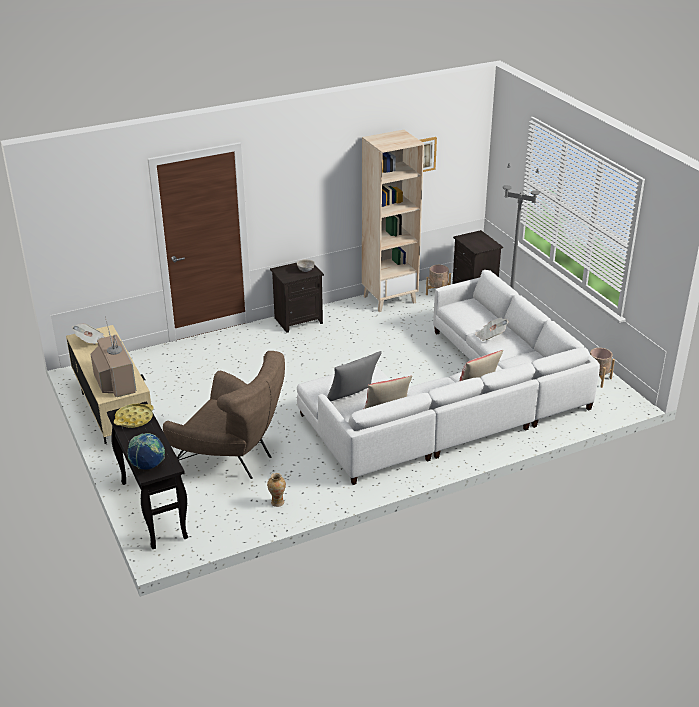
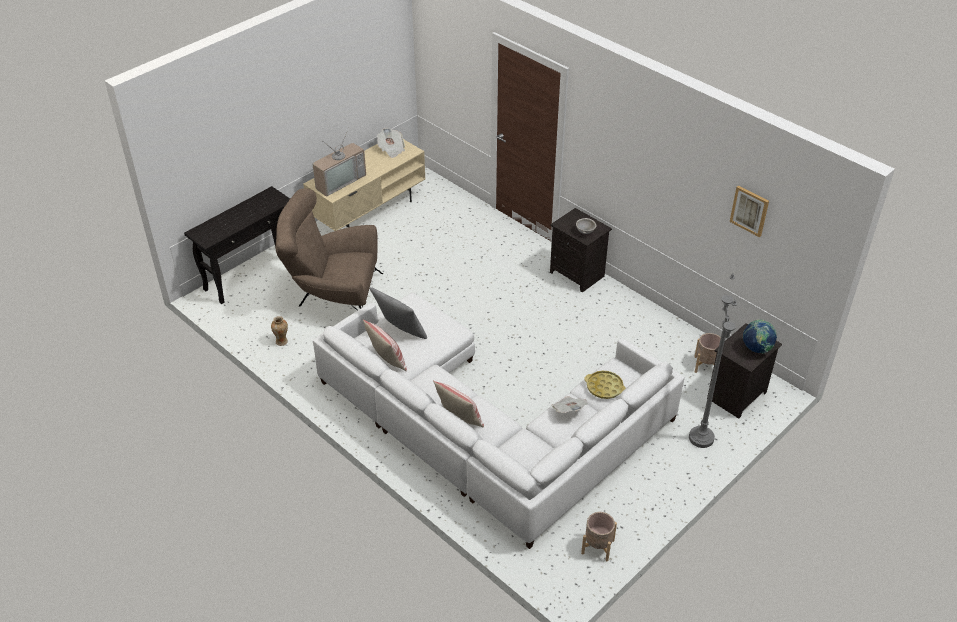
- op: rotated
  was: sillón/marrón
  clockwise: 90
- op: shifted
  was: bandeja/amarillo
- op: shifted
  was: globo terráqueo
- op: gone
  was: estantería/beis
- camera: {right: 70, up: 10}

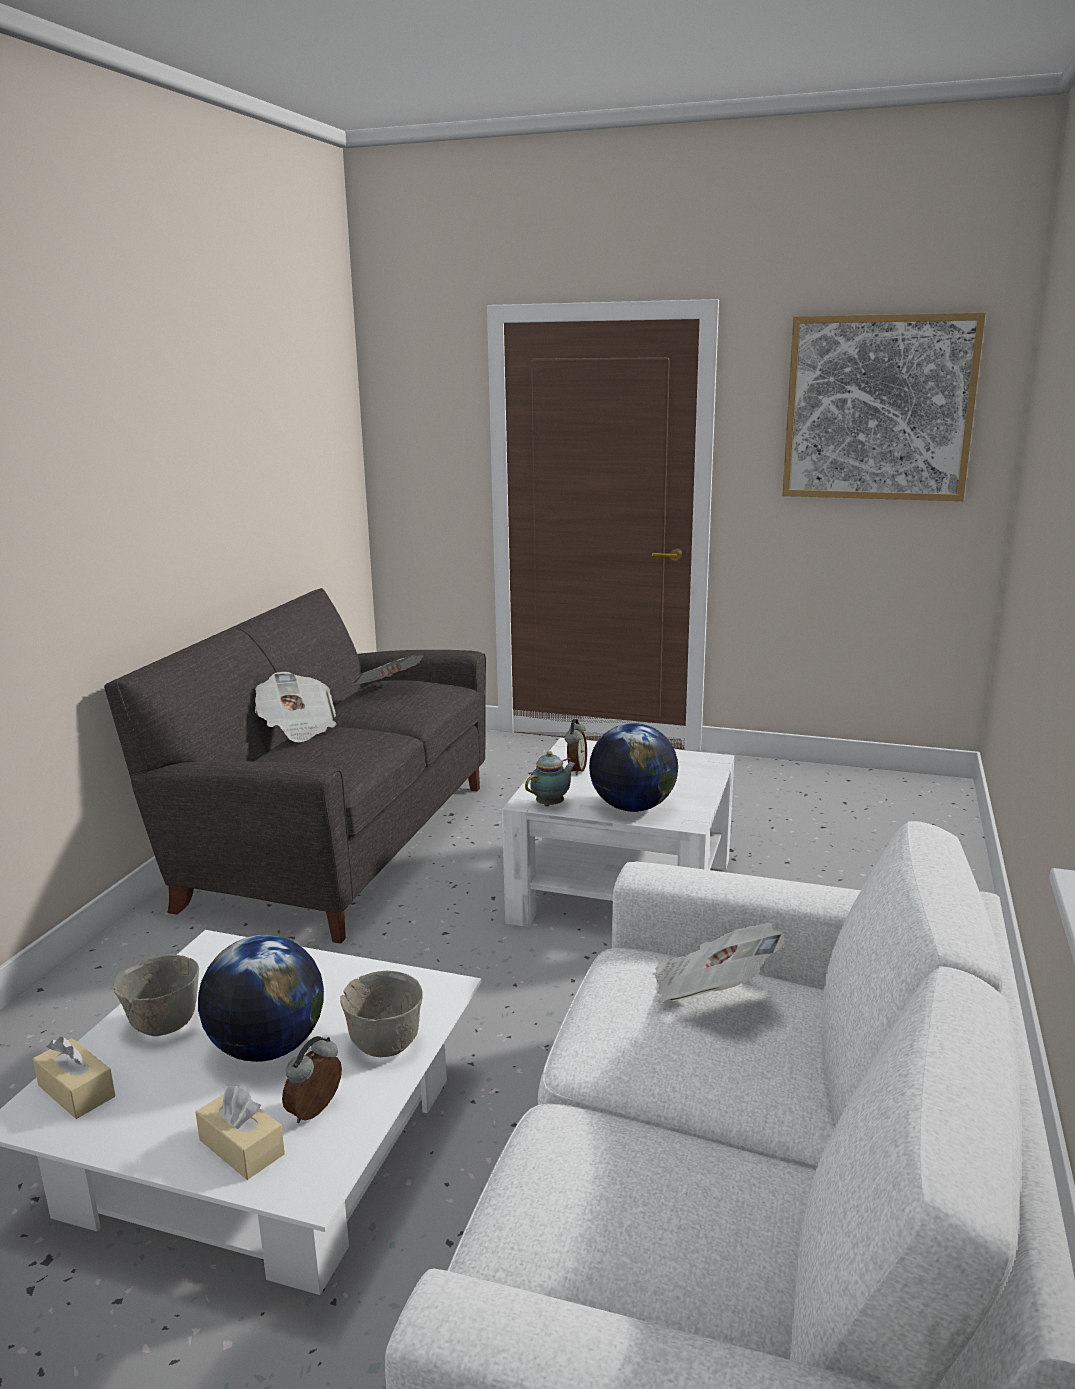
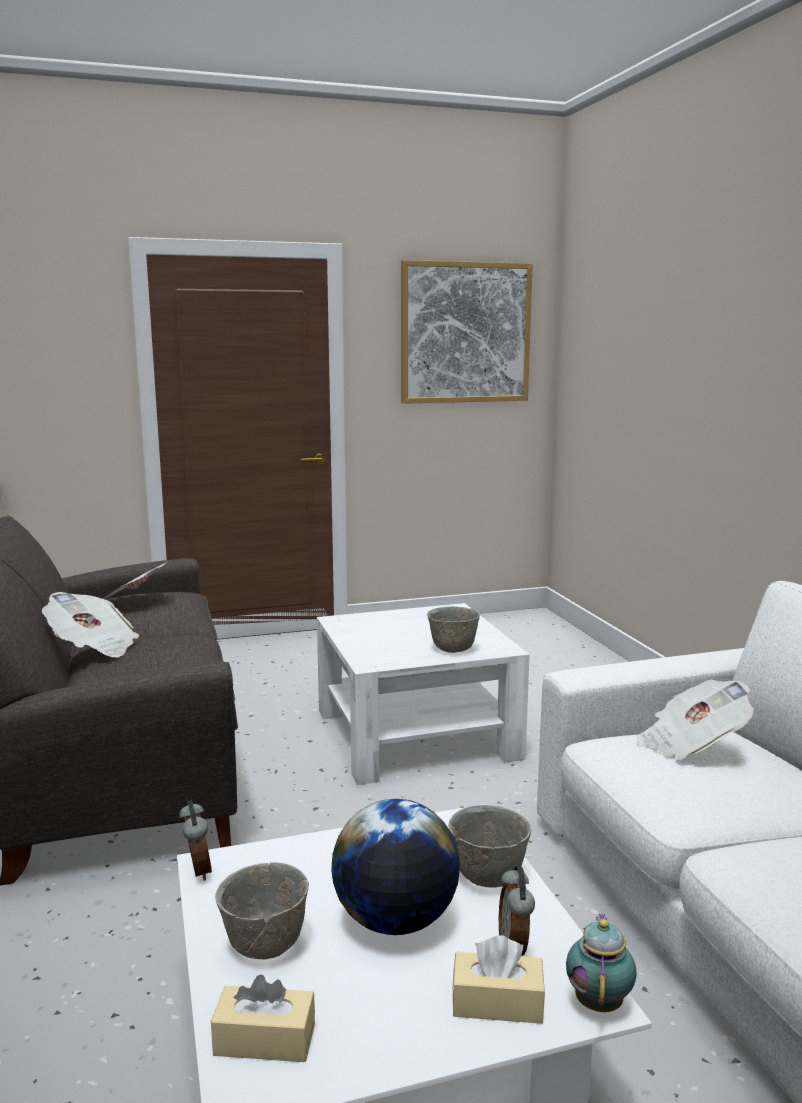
- op: shifted
  was: despertador (no. 2 from left in the first image)
  now: despertador (no. 1 from left)
- op: swapped
  was: globo terráqueo (no. 2 from left)
  now: cuenco/gris (no. 2 from left)
- op: shifted
  was: tetera
- camera: {right: -35, up: -5}

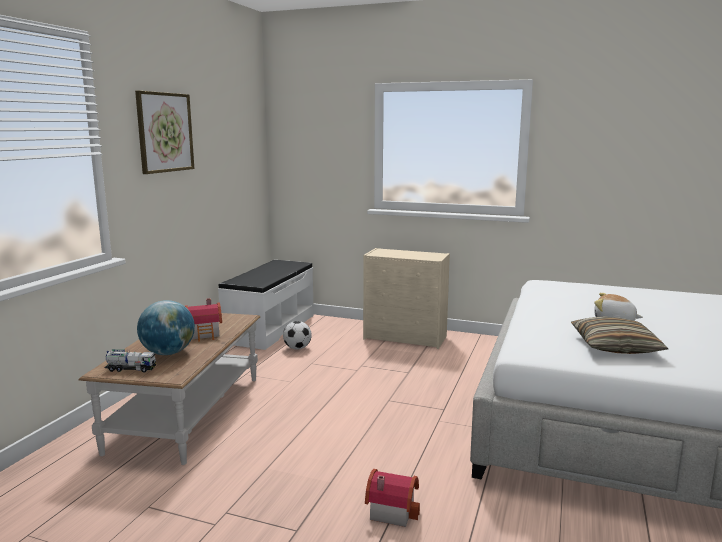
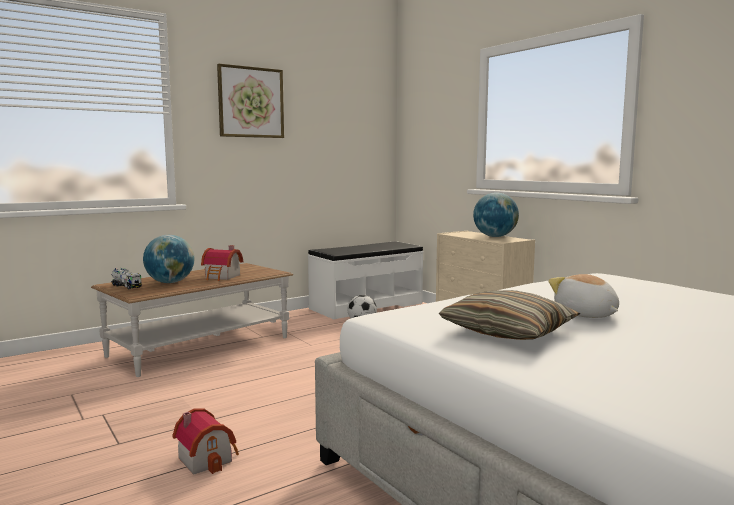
- op: new
  now: globo terráqueo (no. 2 from left)
- camera: {right: 35, up: -5}

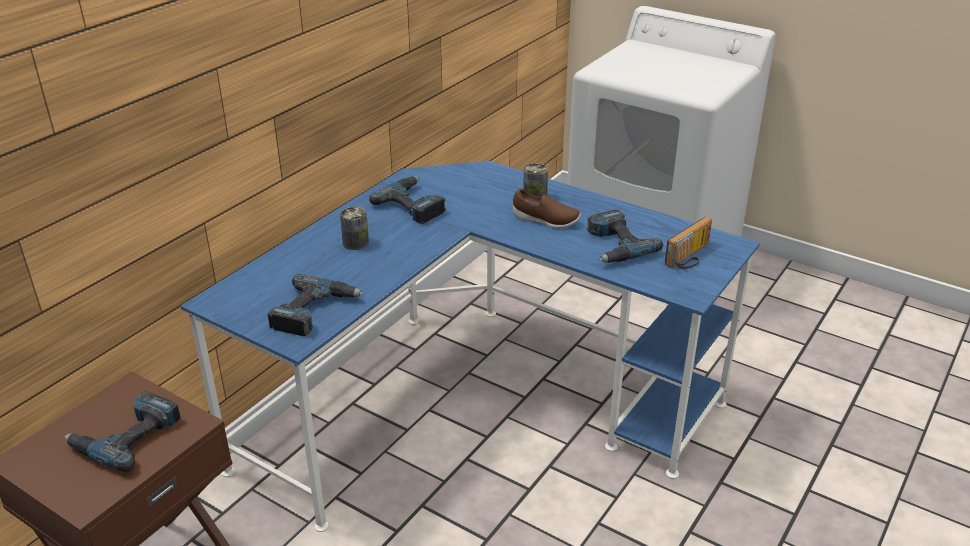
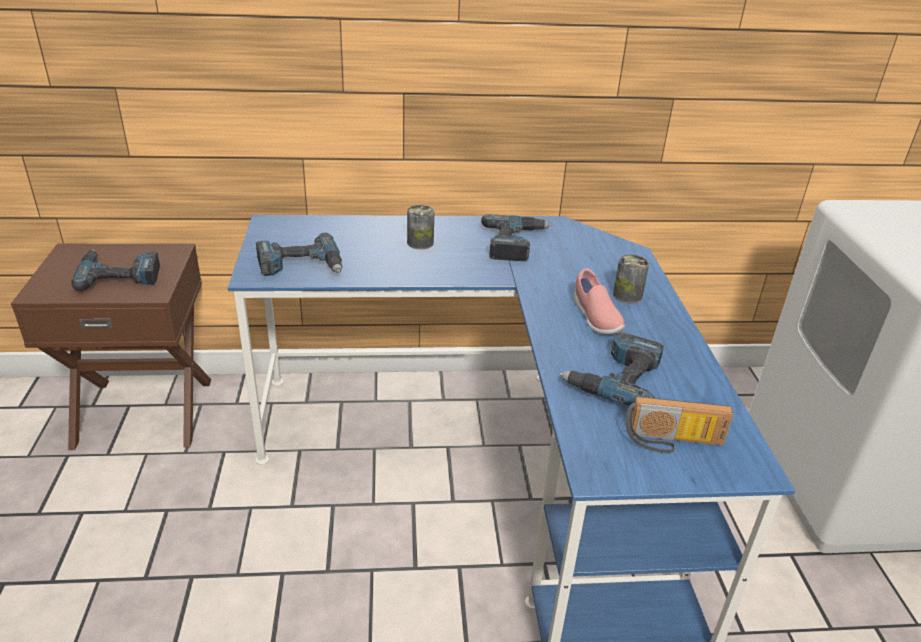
- op: repainted
  was: zapato/marrón
  now: zapato/rosa
- camera: {right: 50, up: 0}

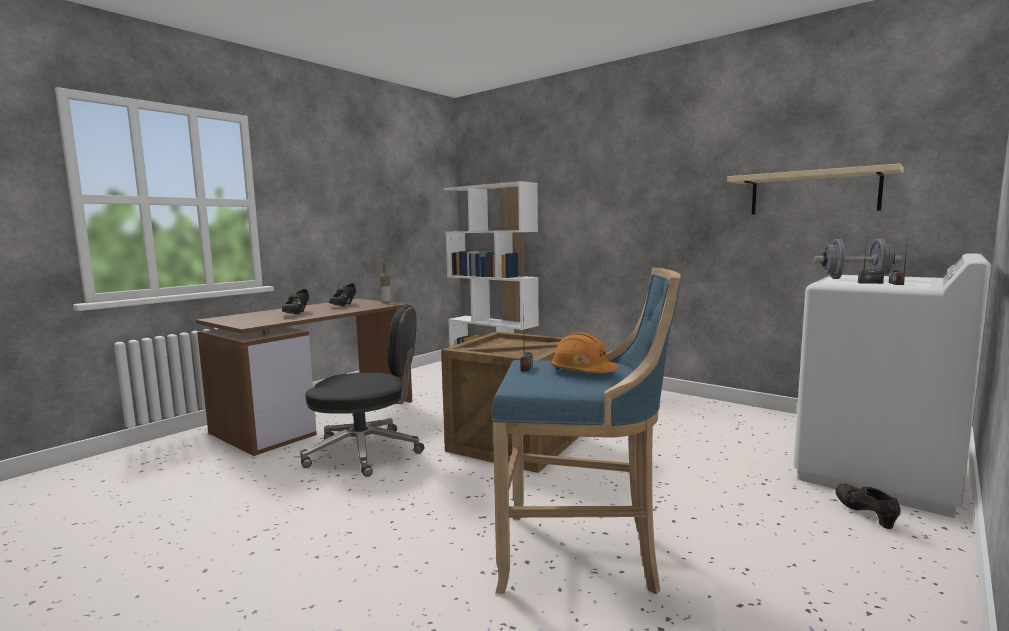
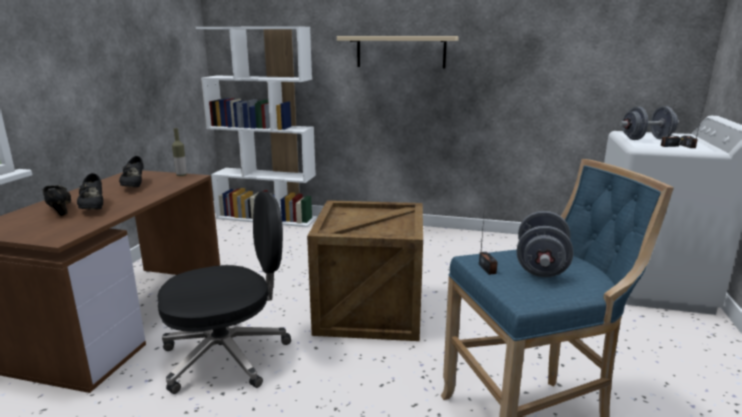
- op: shifted
  was: zapato/negro (no. 3 from left in the first image)
  now: zapato/negro (no. 1 from left)
- op: shifted
  was: estante/beis
- op: swapped
  was: casco/naranja
  now: mancuerna/gris (no. 1 from left)
- camera: {right: -25, up: 10}

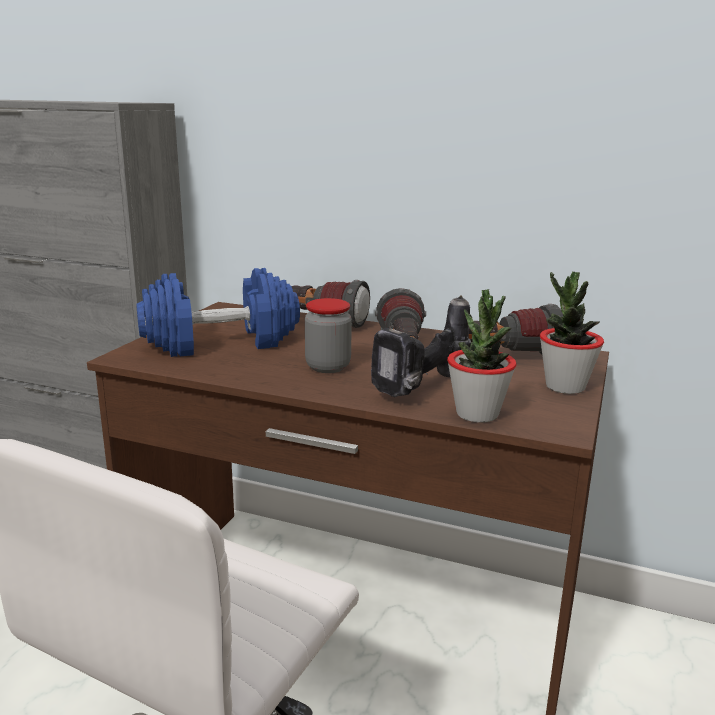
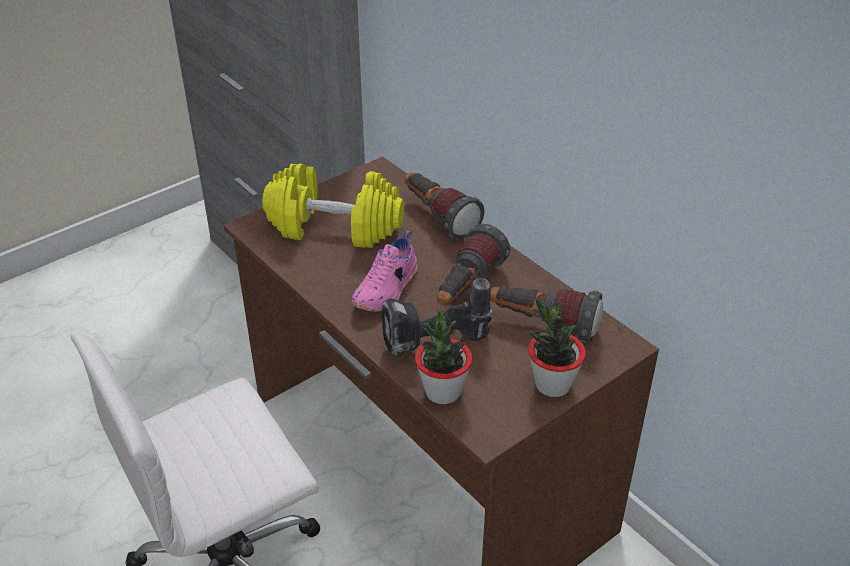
- op: repainted
  was: mancuerna/azul
  now: mancuerna/amarillo
- op: swapped
  was: tarro
  now: zapato/rosa
- camera: {right: 30, up: 20}

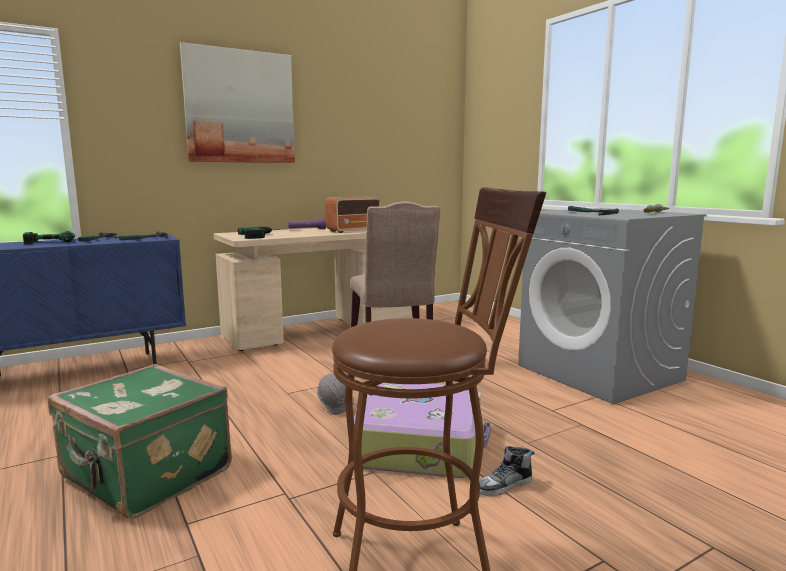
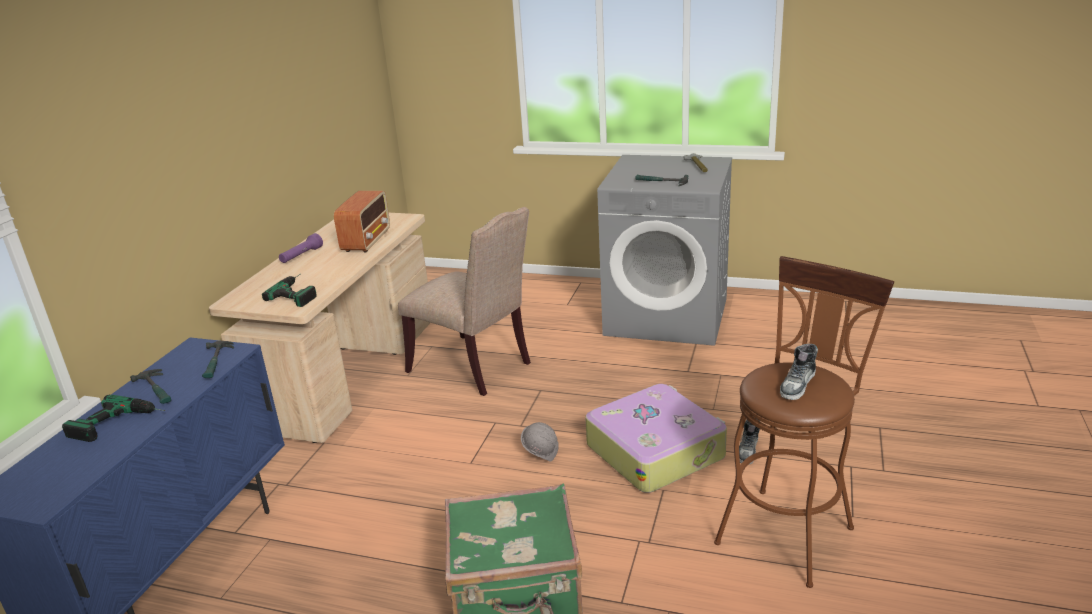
- op: new
  now: zapato (no. 2 from left)
- op: gone
  was: cuadro
- camera: {right: -40, up: 15}

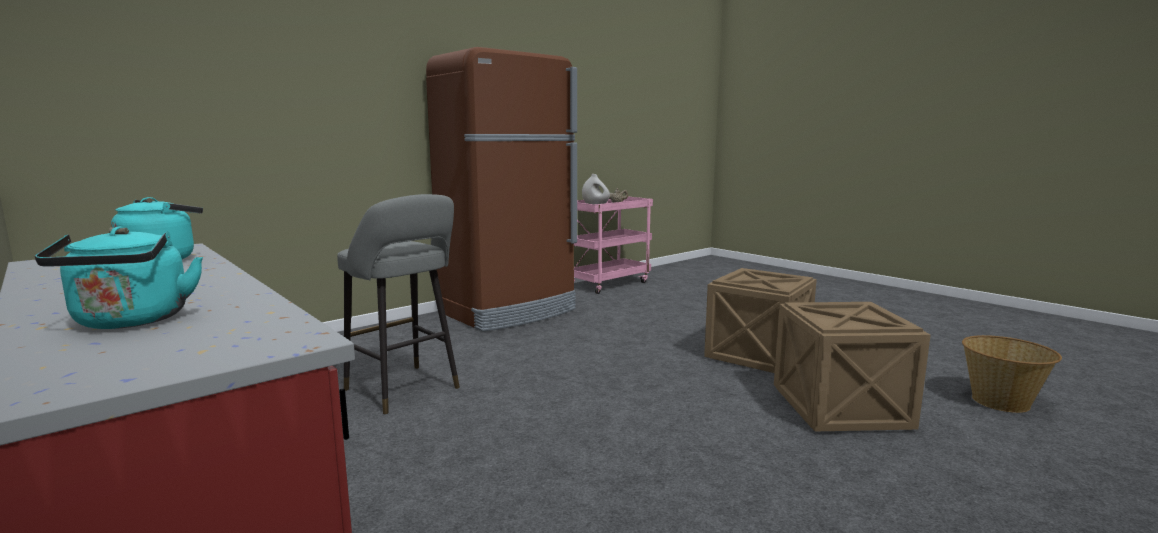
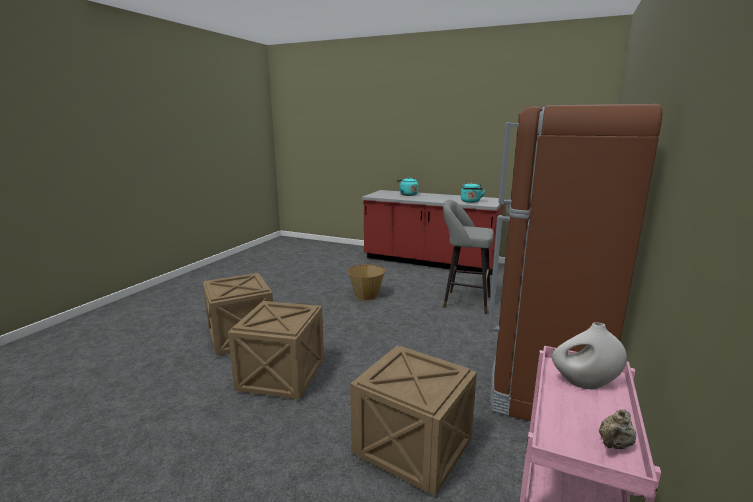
- op: shifted
  was: cesta
- op: new
  now: caja de embalaje (no. 3 from left)
- camera: {right: 155, up: 5}

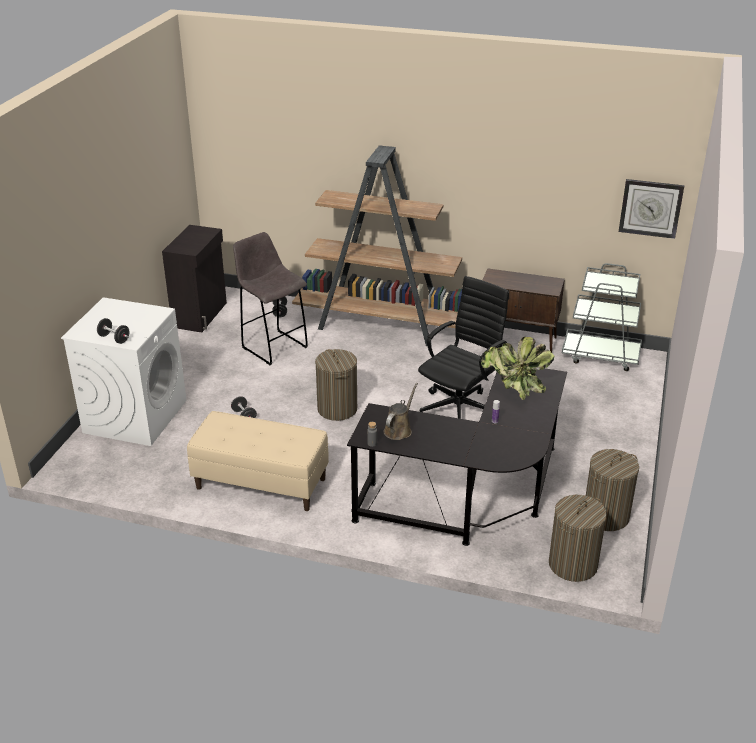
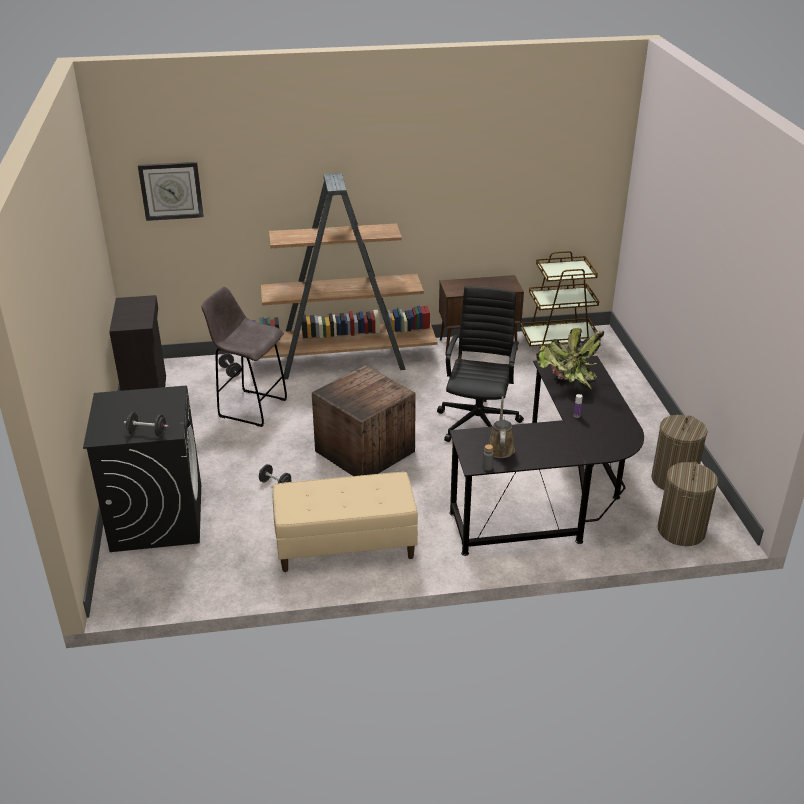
- op: repainted
  was: lavadora/blanco
  now: lavadora/negro
- op: shifted
  was: reloj de pared
- op: swapped
  was: cesto de la ropa (no. 1 from left)
  now: caja de embalaje
- op: repainted
  was: carrito/gris
  now: carrito/marrón
- camera: {right: -25, up: 0}

